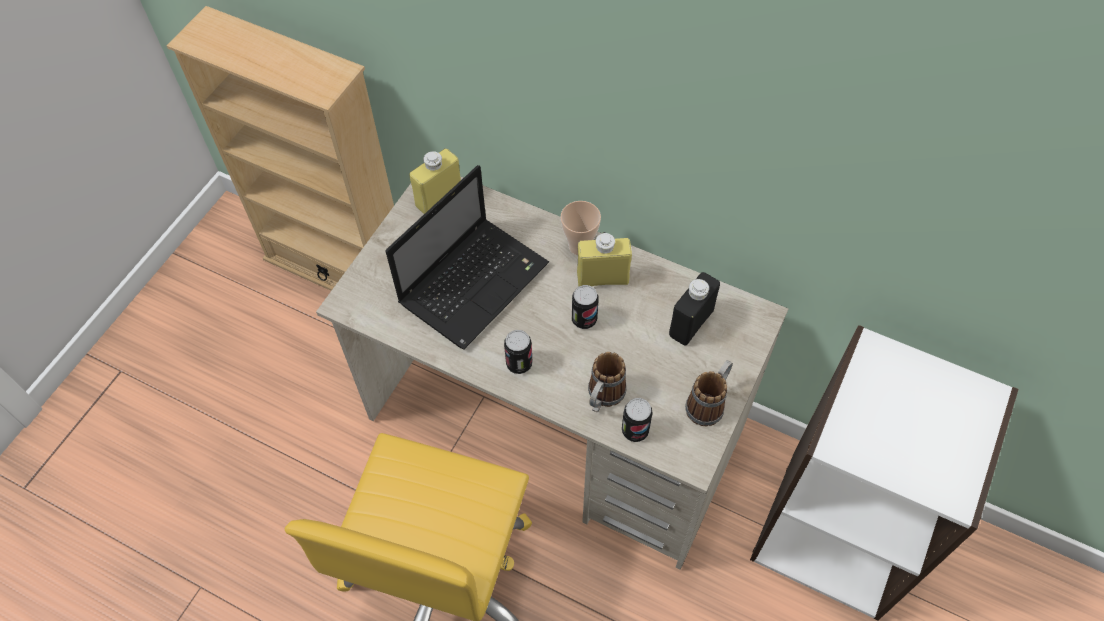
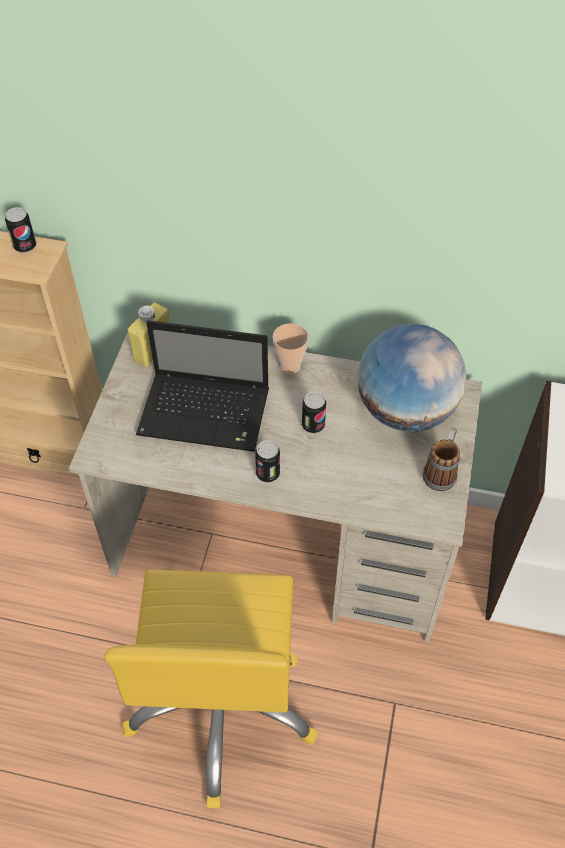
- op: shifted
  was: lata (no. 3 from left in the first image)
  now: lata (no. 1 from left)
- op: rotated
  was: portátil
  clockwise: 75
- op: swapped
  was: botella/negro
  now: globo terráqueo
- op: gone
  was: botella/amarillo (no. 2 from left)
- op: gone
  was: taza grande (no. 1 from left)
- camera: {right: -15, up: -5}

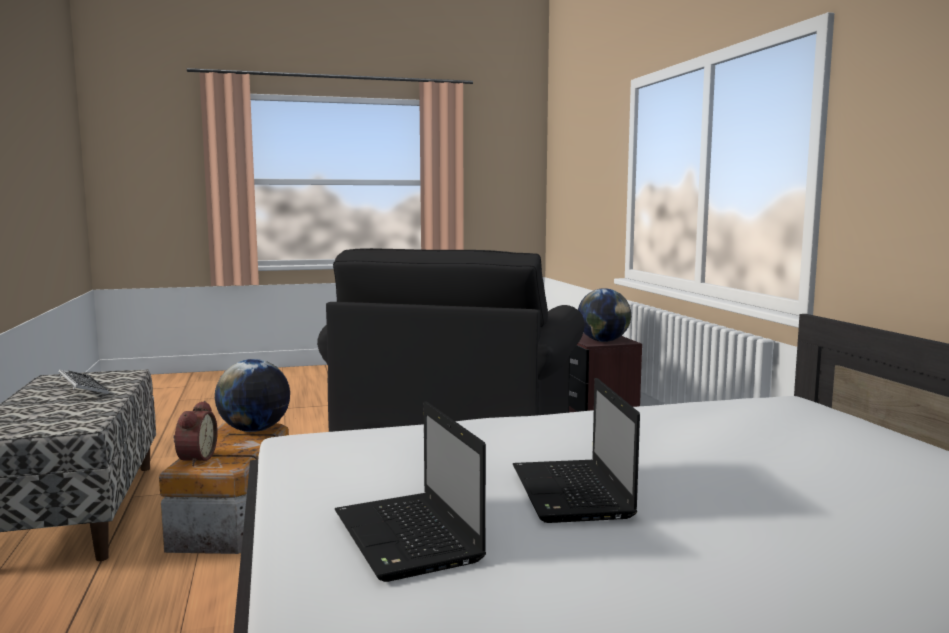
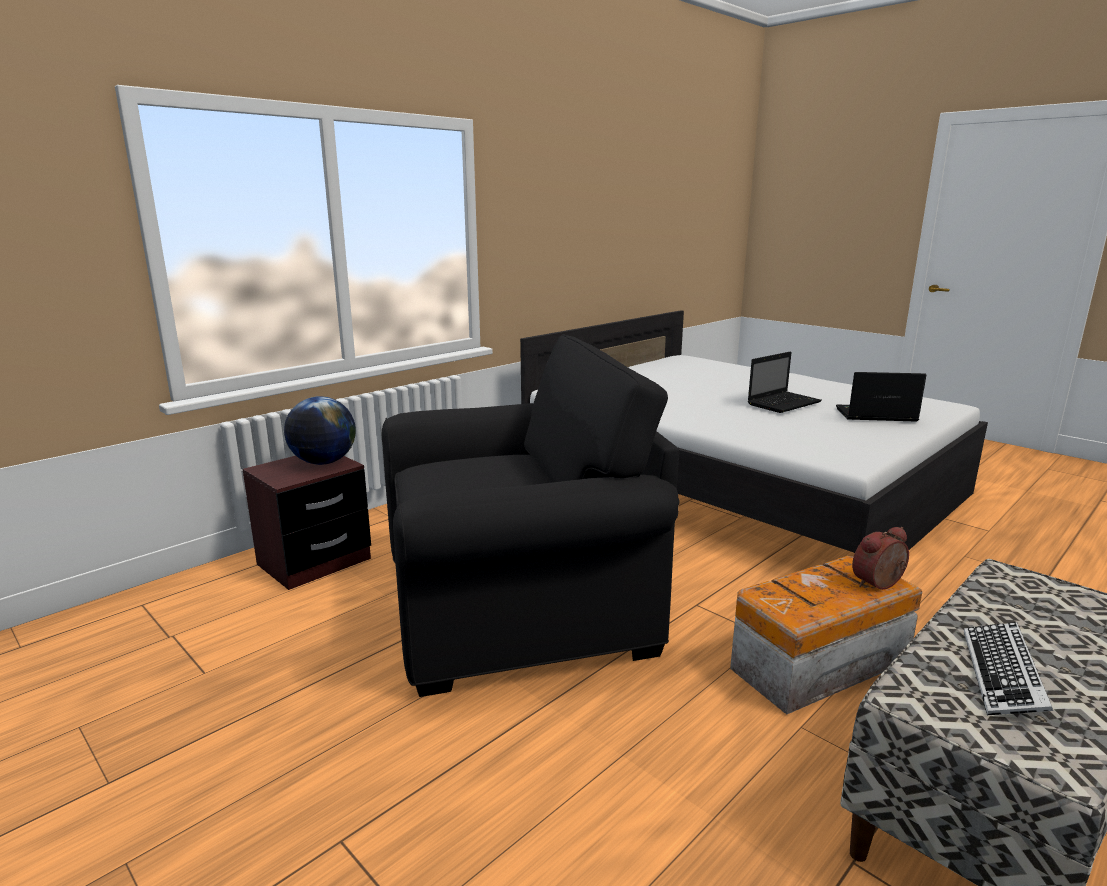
- op: rotated
  was: portátil (no. 1 from left in the first image)
  clockwise: -120
- op: gone
  was: globo terráqueo (no. 1 from left)
- camera: {right: -120, up: 10}

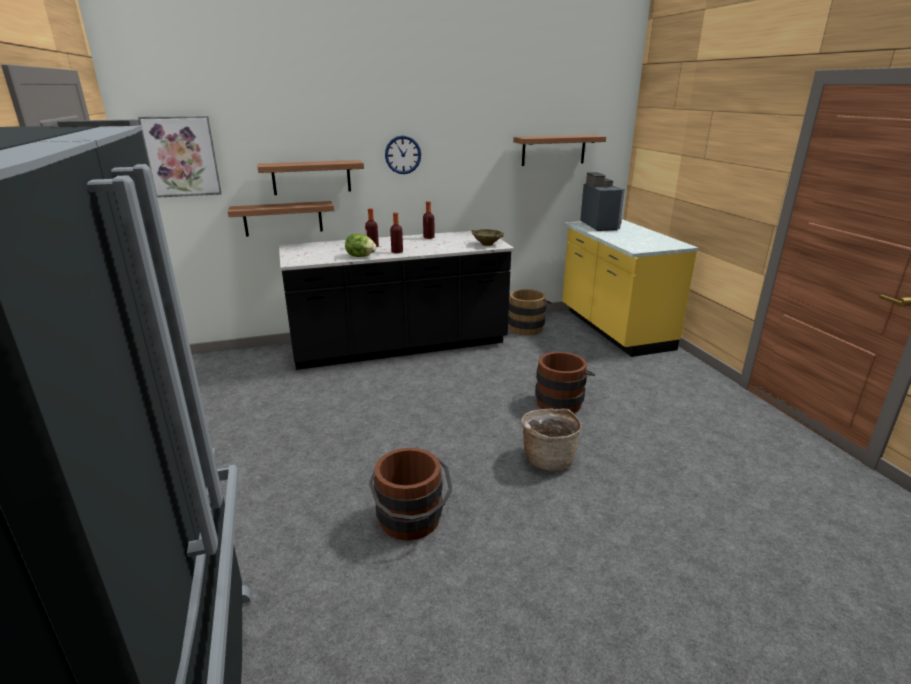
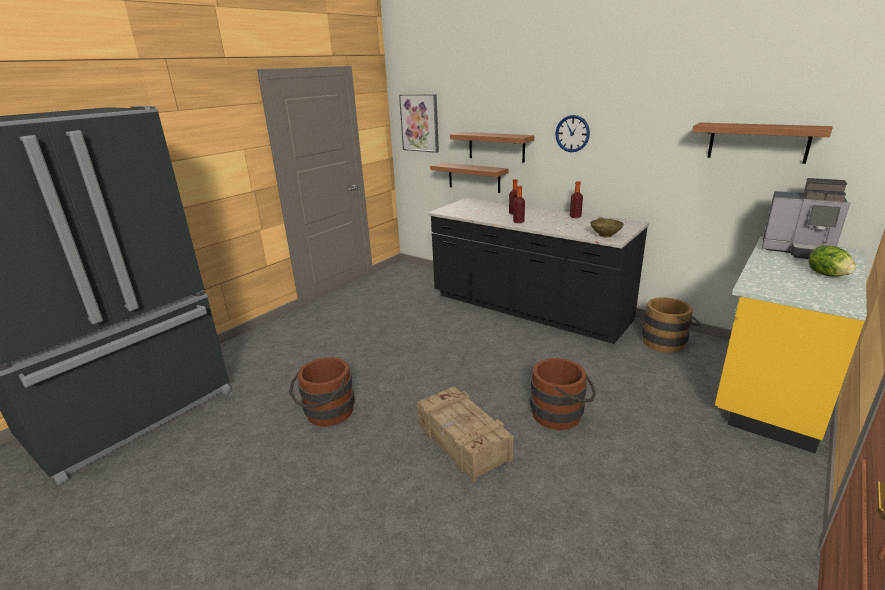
- op: swapped
  was: cesta
  now: caja de embalaje
- op: rotated
  was: cafetera
  clockwise: 75
- op: shifted
  was: lechuga
- camera: {right: 55, up: 0}

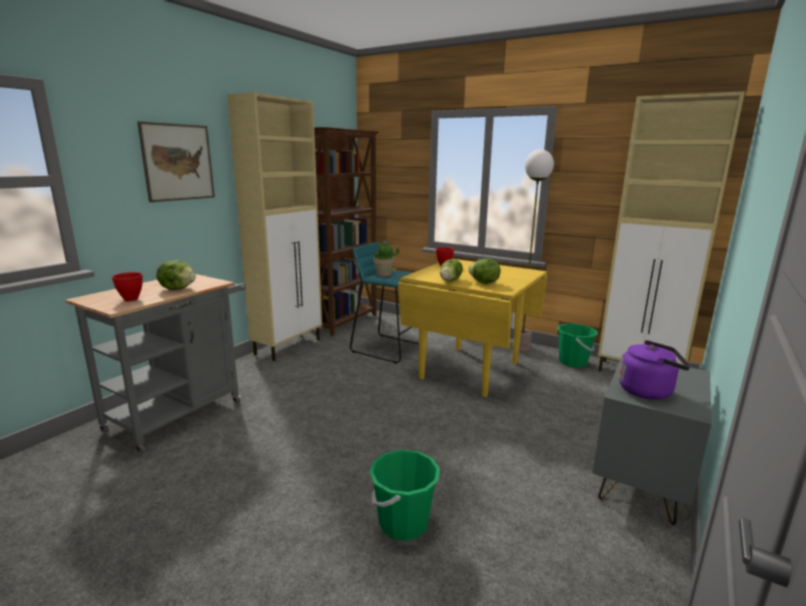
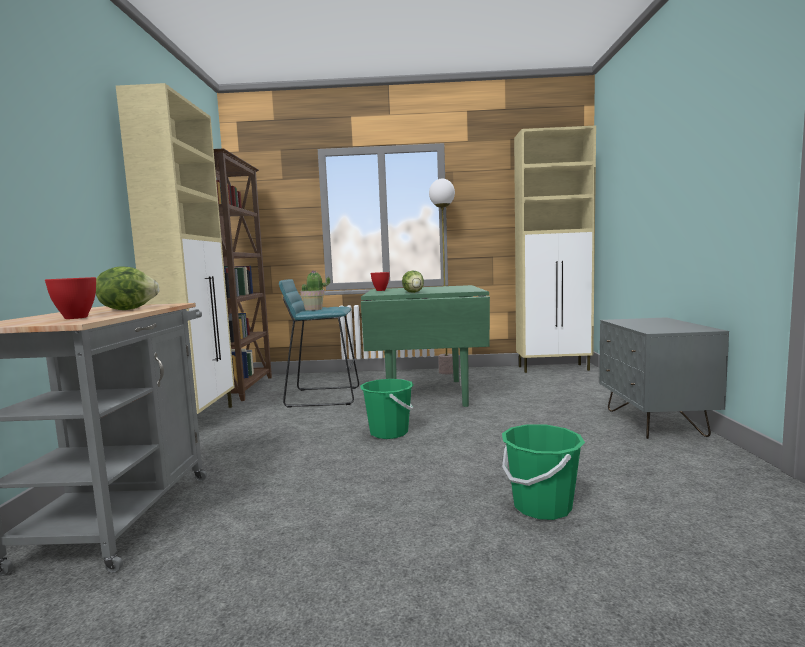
- op: shifted
  was: cubo/verde (no. 2 from left in the first image)
  now: cubo/verde (no. 1 from left)
- op: repainted
  was: mesa de comedor/amarillo
  now: mesa de comedor/verde
- op: gone
  was: cuadro
- op: gone
  was: lechuga (no. 3 from left)
- op: gone
  was: hervidor/morado
- camera: {right: -30, up: -10}

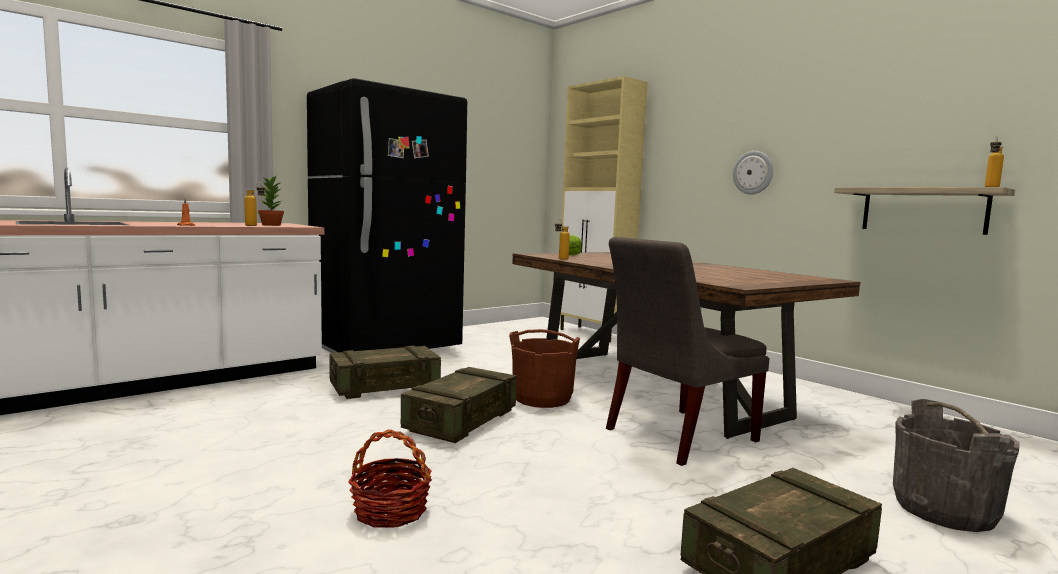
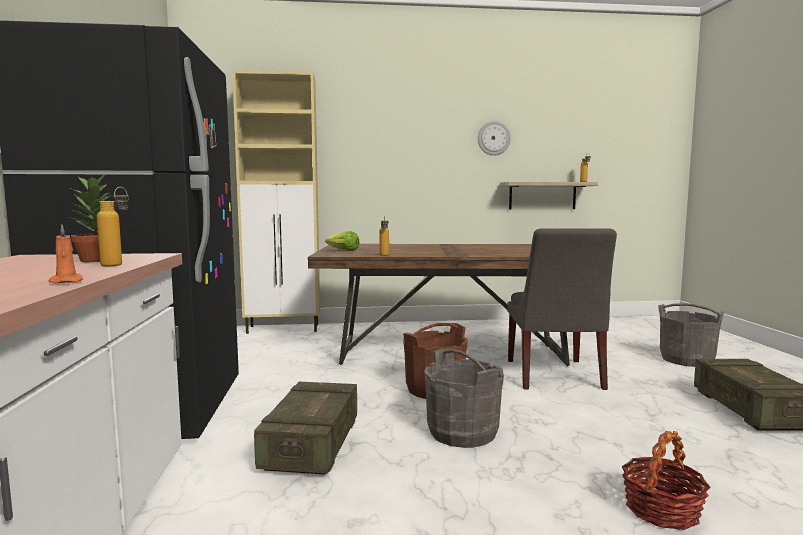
- op: swapped
  was: caja de embalaje (no. 2 from left)
  now: cubo/gris (no. 1 from left)
- op: shifted
  was: reloj de pared
- camera: {right: -55, up: 0}

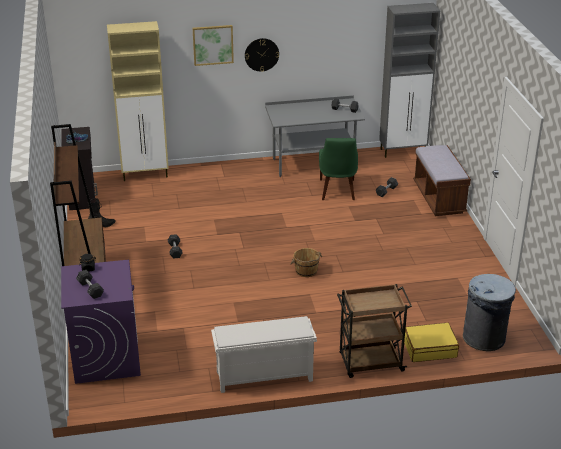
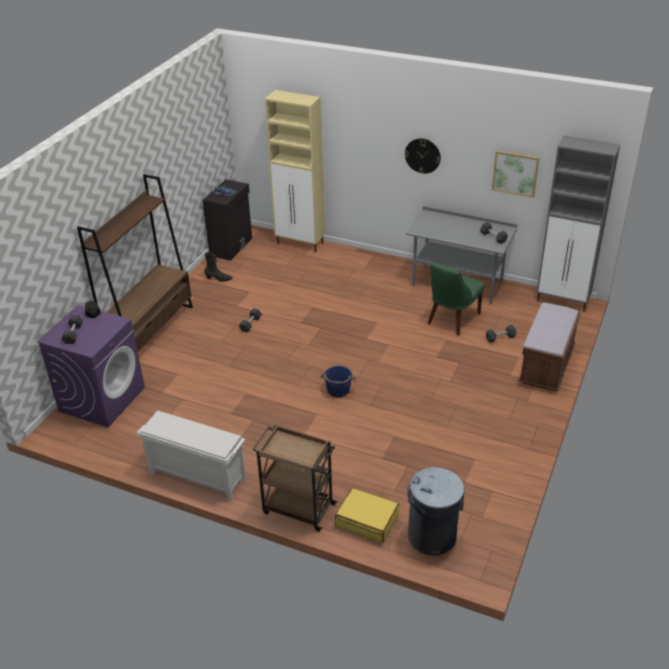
- op: repainted
  was: cubo/marrón
  now: cubo/azul
- op: shifted
  was: cuadro
- camera: {right: 35, up: 5}

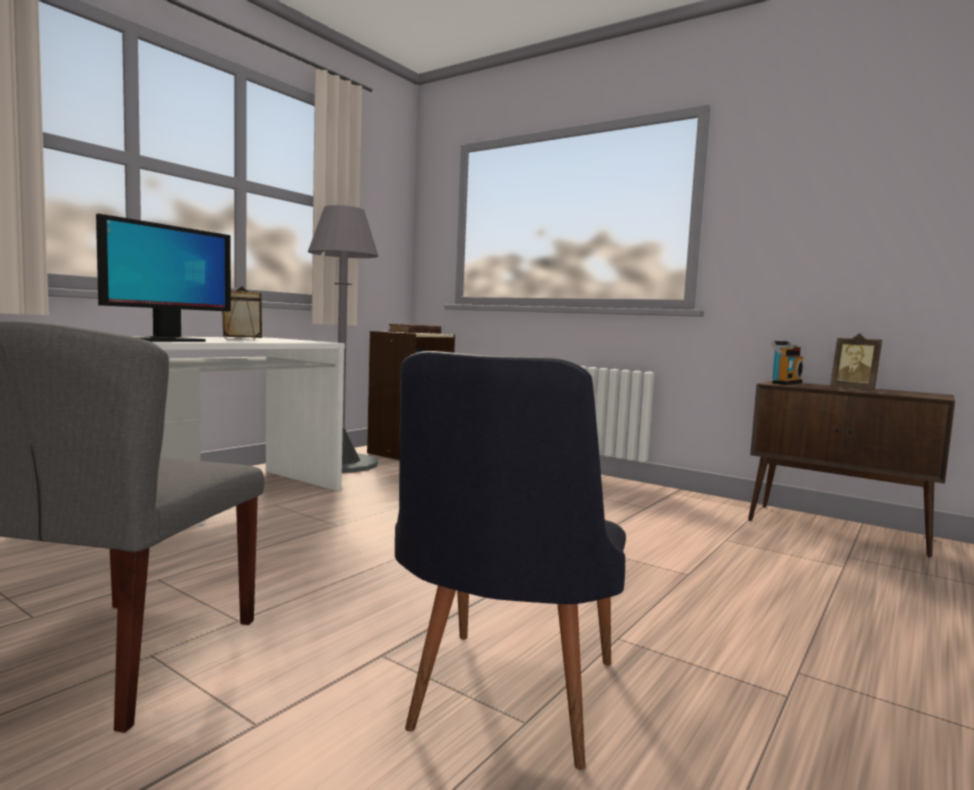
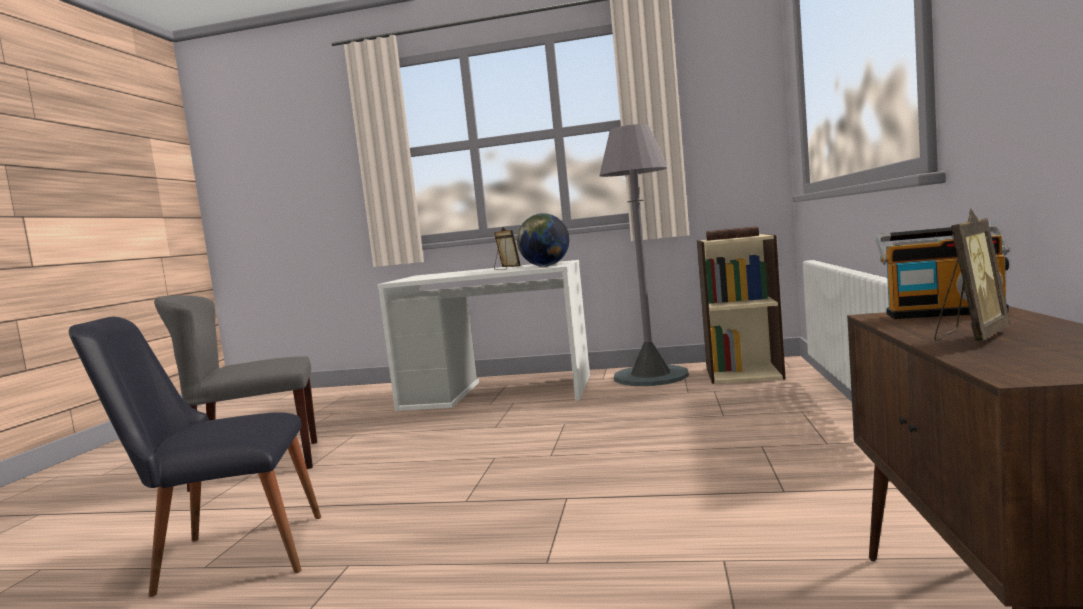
- op: new
  now: globo terráqueo
- op: rotated
  was: portarretratos (no. 2 from left)
  clockwise: -150
- op: gone
  was: monitor
- camera: {right: 65, up: 0}

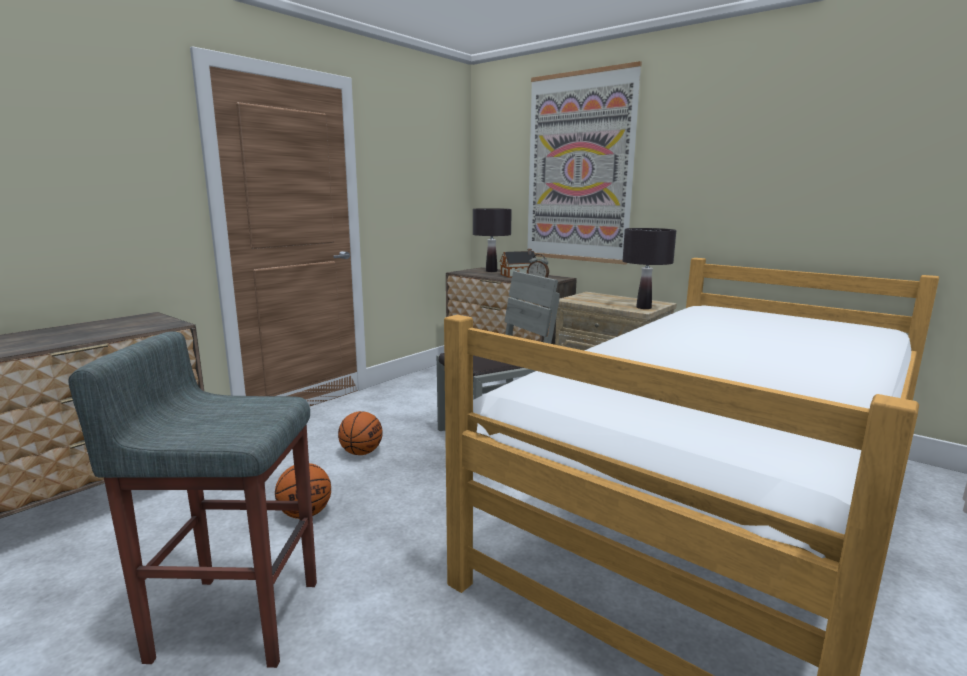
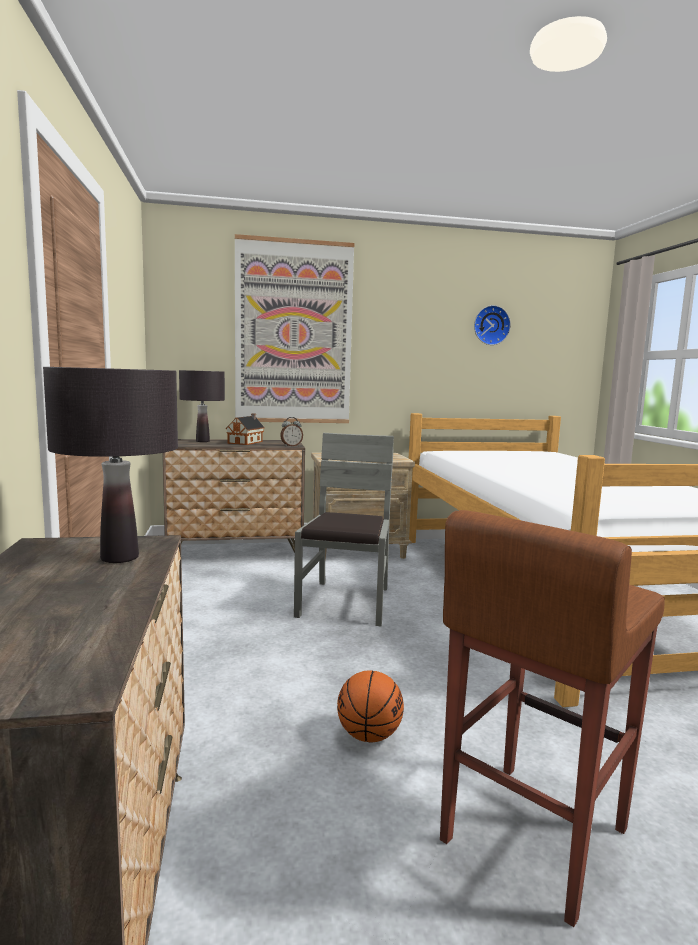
- op: shifted
  was: lámpara de mesa/negro (no. 2 from left in the first image)
  now: lámpara de mesa/negro (no. 1 from left)
- op: repainted
  was: taburete/gris
  now: taburete/marrón
- op: new
  now: reloj de pared
- op: gone
  was: balón de baloncesto (no. 2 from left)
- camera: {right: -50, up: -5}

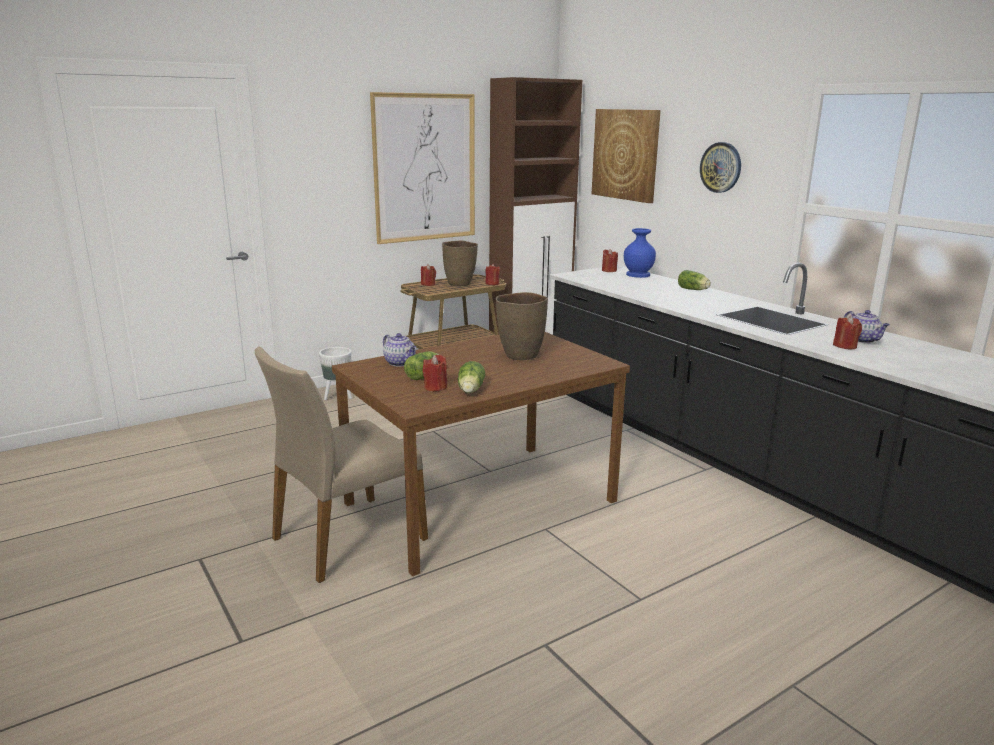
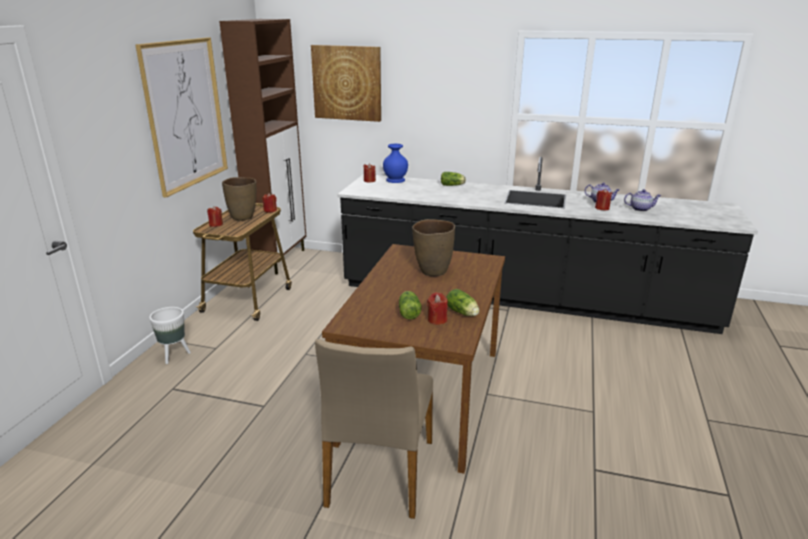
- op: shifted
  was: tetera (no. 1 from left in the first image)
  now: tetera (no. 2 from left)
- op: gone
  was: reloj de pared
- camera: {right: -40, up: 5}

